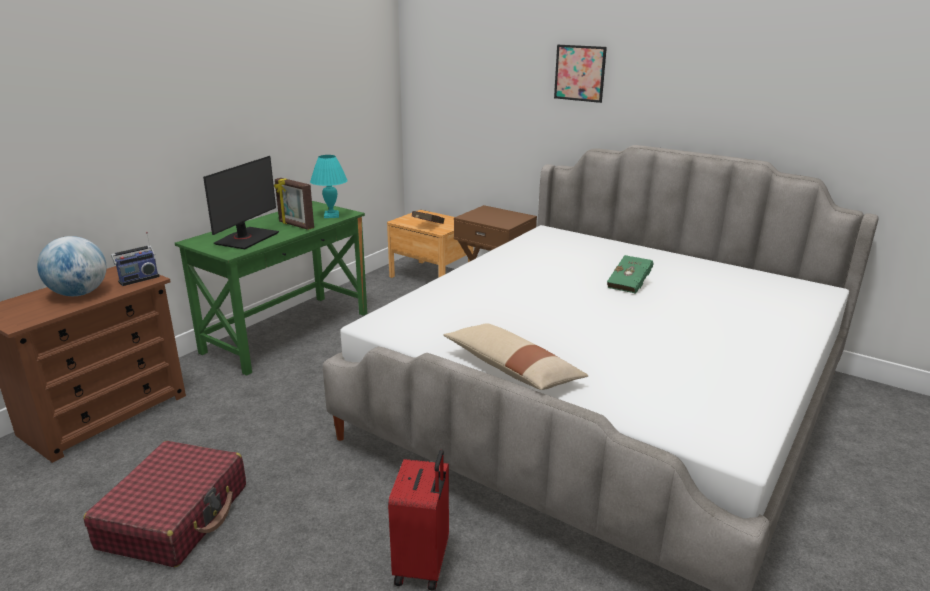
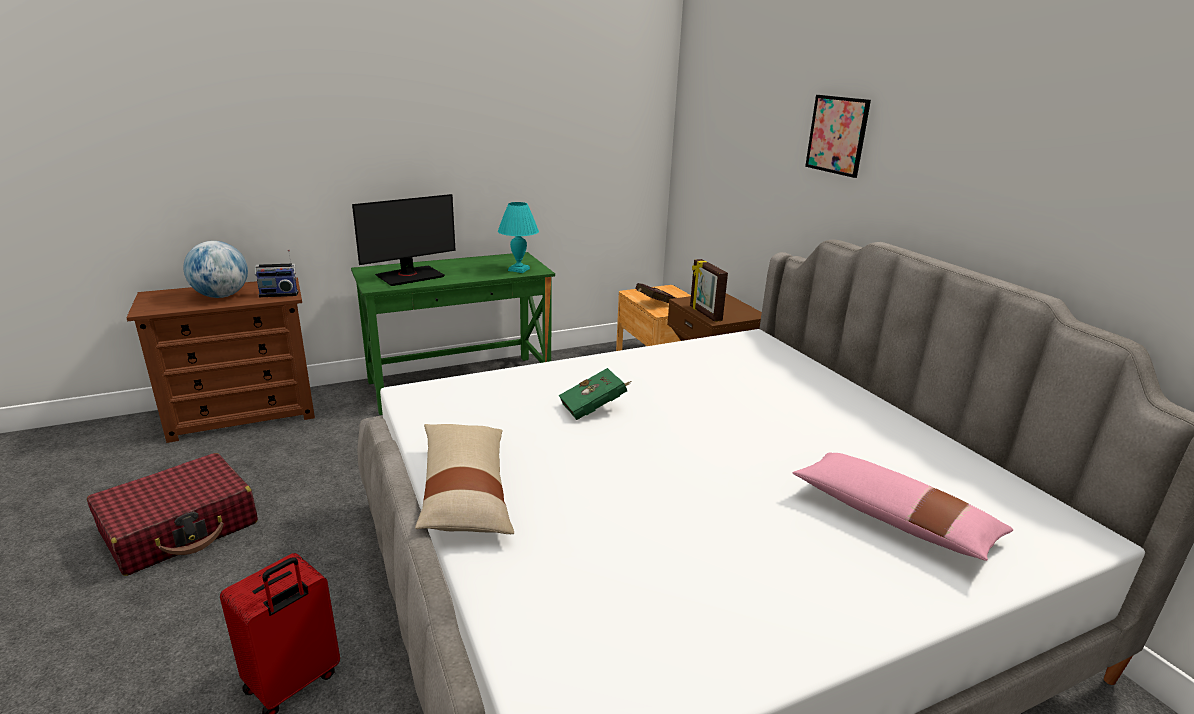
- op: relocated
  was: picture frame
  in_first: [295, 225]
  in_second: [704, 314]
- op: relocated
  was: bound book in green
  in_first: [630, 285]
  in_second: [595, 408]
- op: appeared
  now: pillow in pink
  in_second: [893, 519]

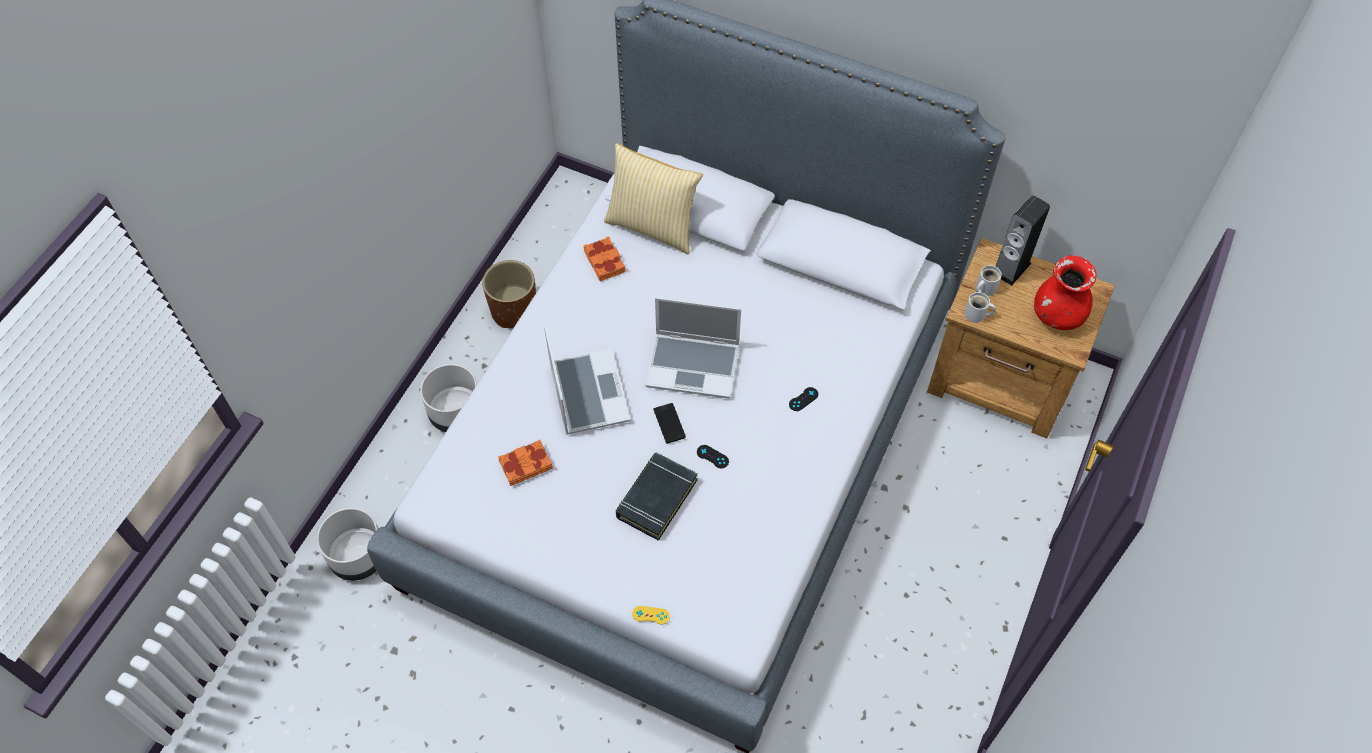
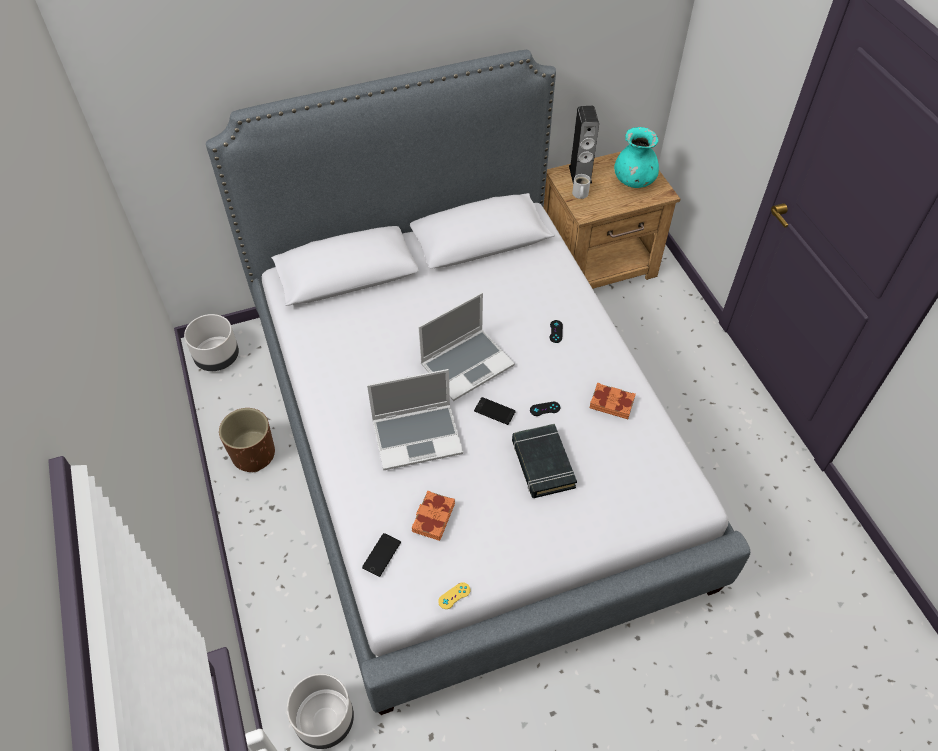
- op: relocated
  was: planter in greyish
  in_first: [456, 413]
  in_second: [217, 357]
- op: spun
  was: portable computer
  in_first: [587, 392]
  in_second: [418, 436]
  clockwise: 135
- op: relocated
  was: bound book in orange-coloured
  in_first: [605, 261]
  in_second: [611, 403]
- op: missing
  was: pillow
  in_first: [653, 226]
- op: relocated
  was: gamepad in yellowish
  in_first: [651, 615]
  in_second: [454, 596]
- op: missing
  was: mug in white
  in_first: [977, 315]
- op: colour
  was: flower vase in red
  now: flower vase in turquoise
  in_first: [1057, 315]
  in_second: [634, 181]
- op: appeared
  now: telephone
  in_second: [381, 555]

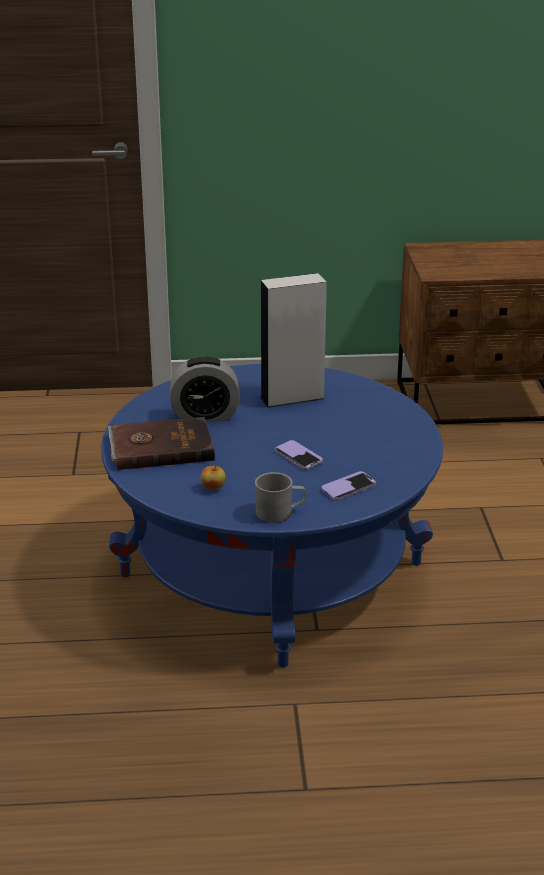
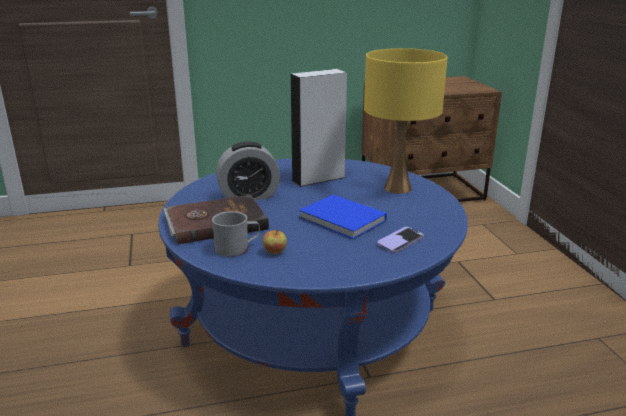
- op: relocated
  was: mug in greyish
  in_first: [280, 512]
  in_second: [237, 248]
- op: exchanged
  was: telephone
  now: bound book in bluish
  in_first: [298, 457]
  in_second: [343, 220]
- op: appeared
  now: table lamp in yellowish
  in_second: [397, 188]

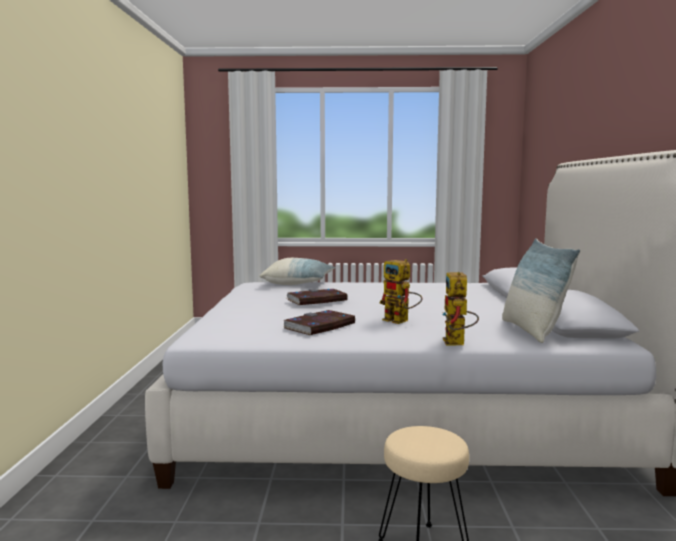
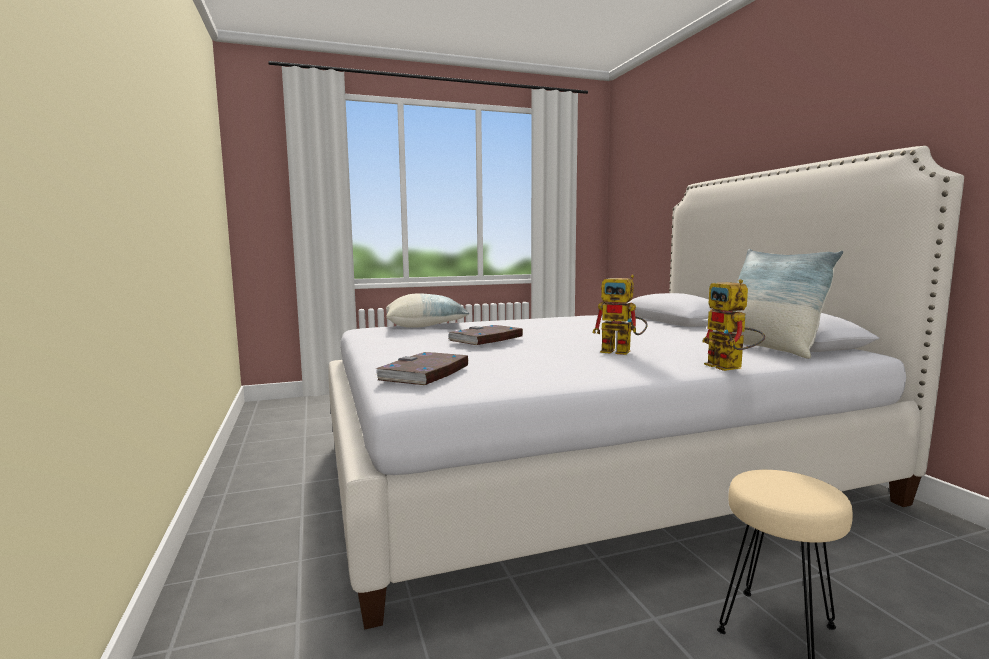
- op: relocated
  was: bound book
  in_first: [319, 326]
  in_second: [425, 373]

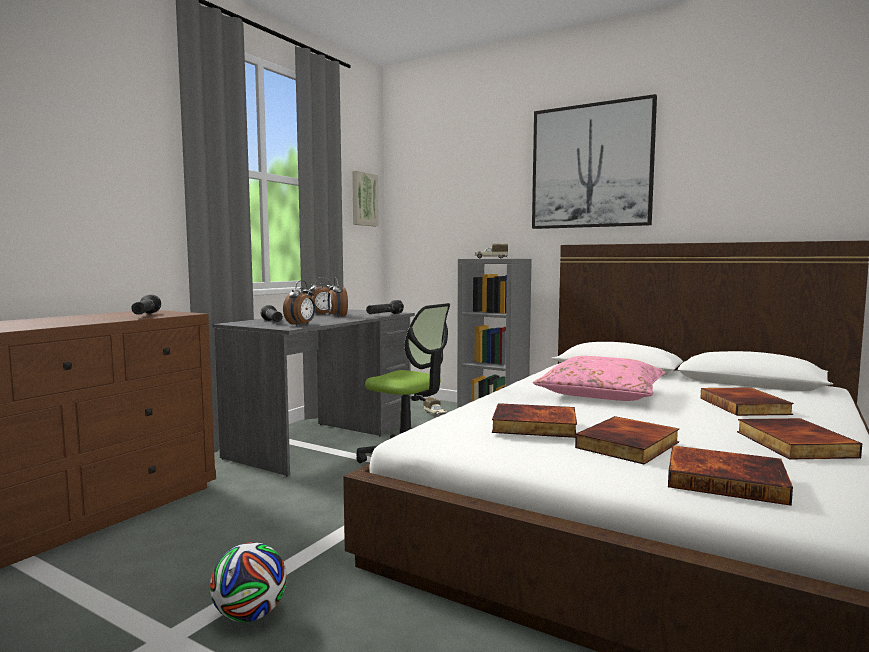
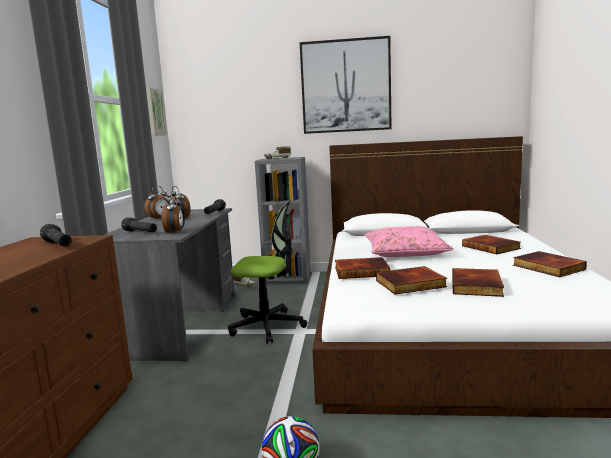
- op: relocated
  was: bound book
  in_first: [726, 480]
  in_second: [361, 271]

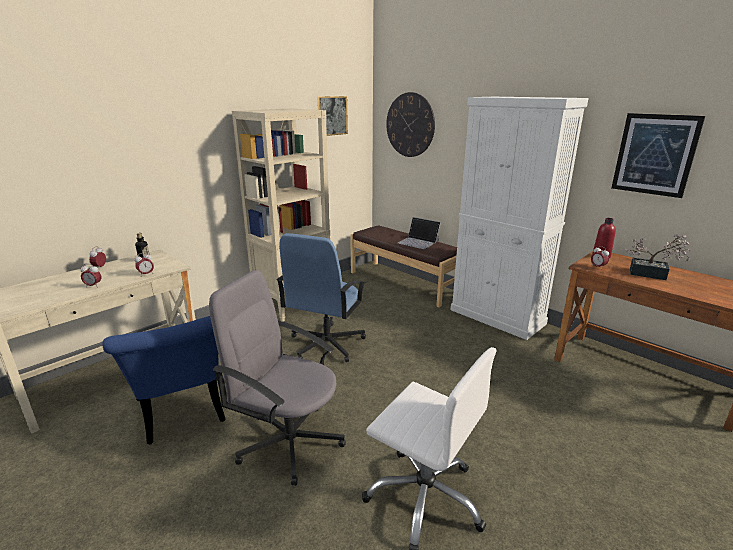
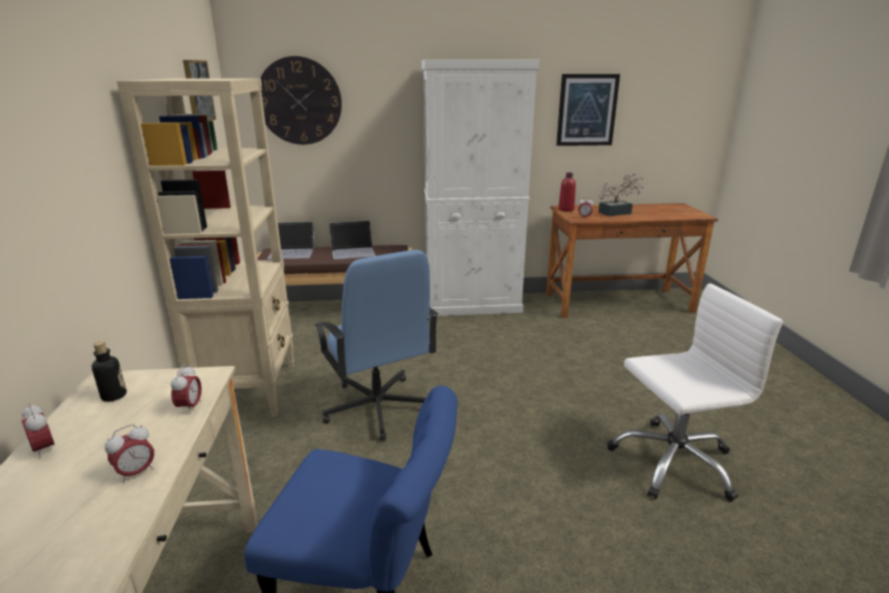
- op: missing
  was: computer chair in greyish
  in_first: [289, 441]
- op: appeared
  now: portable computer
  in_second: [292, 252]

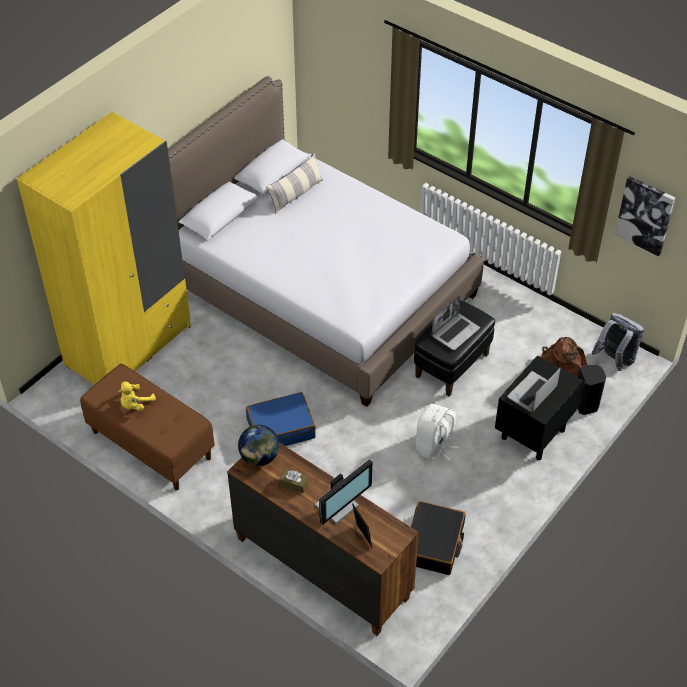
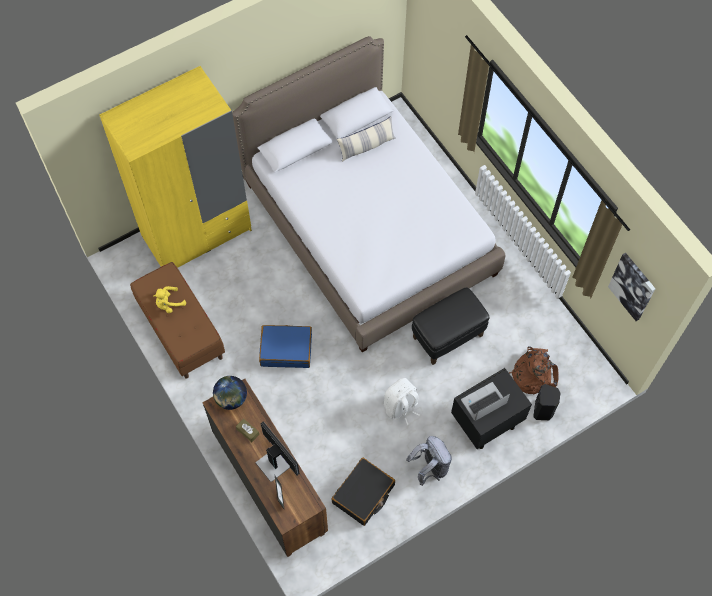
- op: spun
  was: monitor
  in_first: [338, 506]
  in_second: [274, 463]
  clockwise: -105
- op: missing
  was: portable computer
  in_first: [455, 332]
- op: relocated
  was: knapsack in greyish
  in_first: [615, 360]
  in_second: [430, 467]

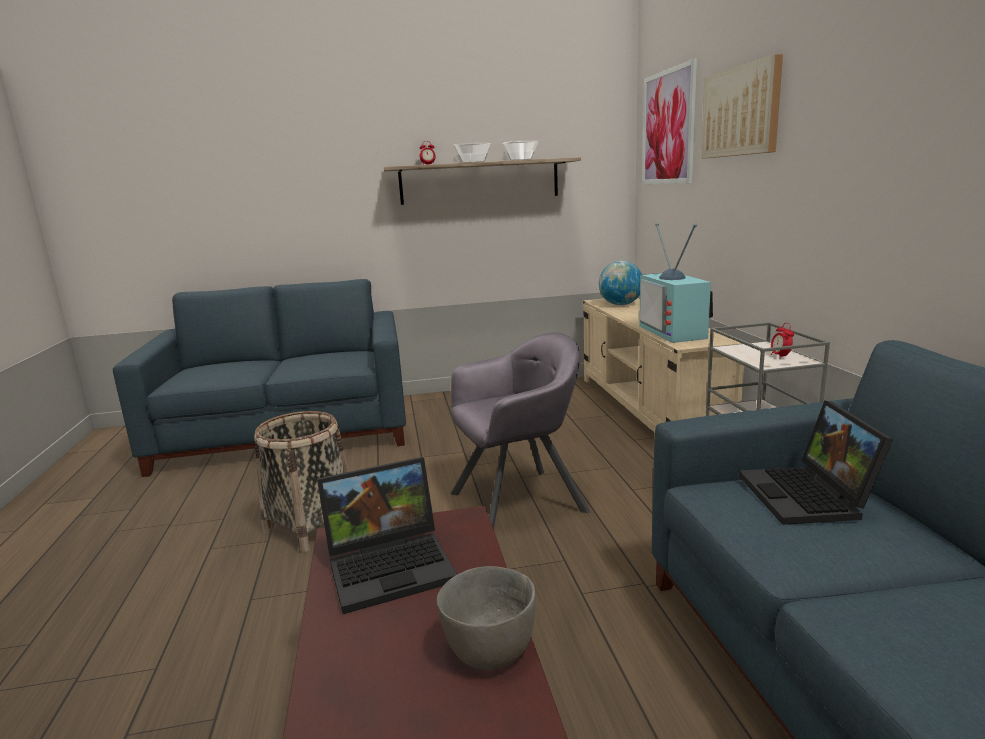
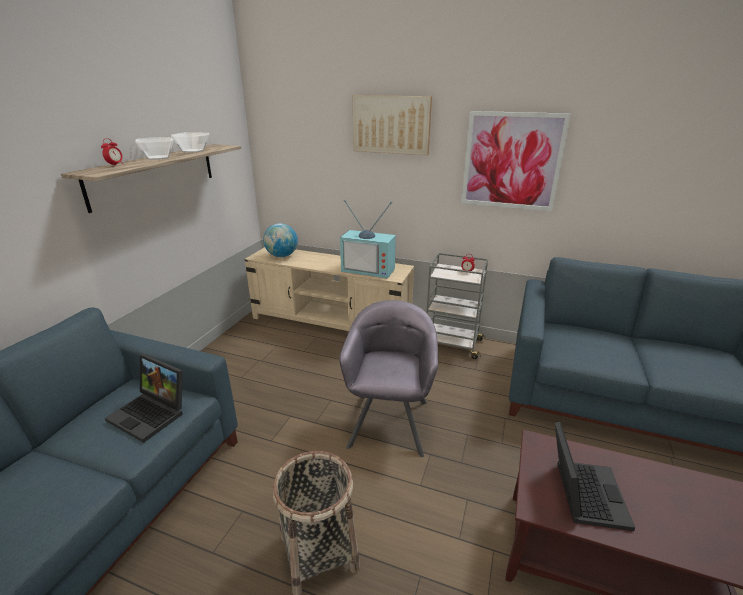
- op: missing
  was: bowl in greyish
  in_first: [488, 649]
- op: relocated
  was: wall picture
  in_first: [668, 128]
  in_second: [511, 161]
- op: relocated
  was: portable computer
  in_first: [809, 497]
  in_second: [152, 414]

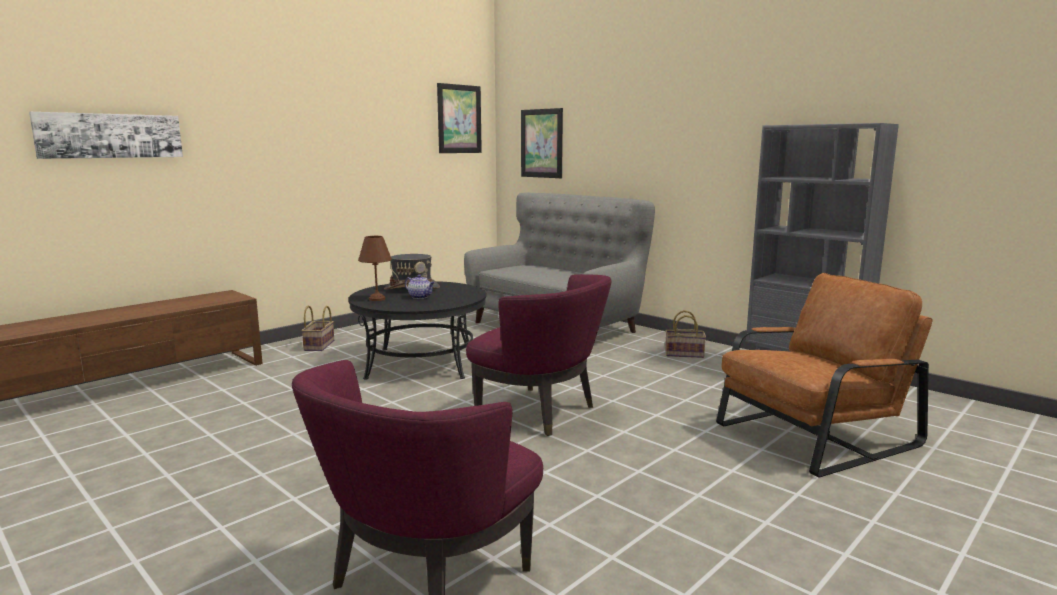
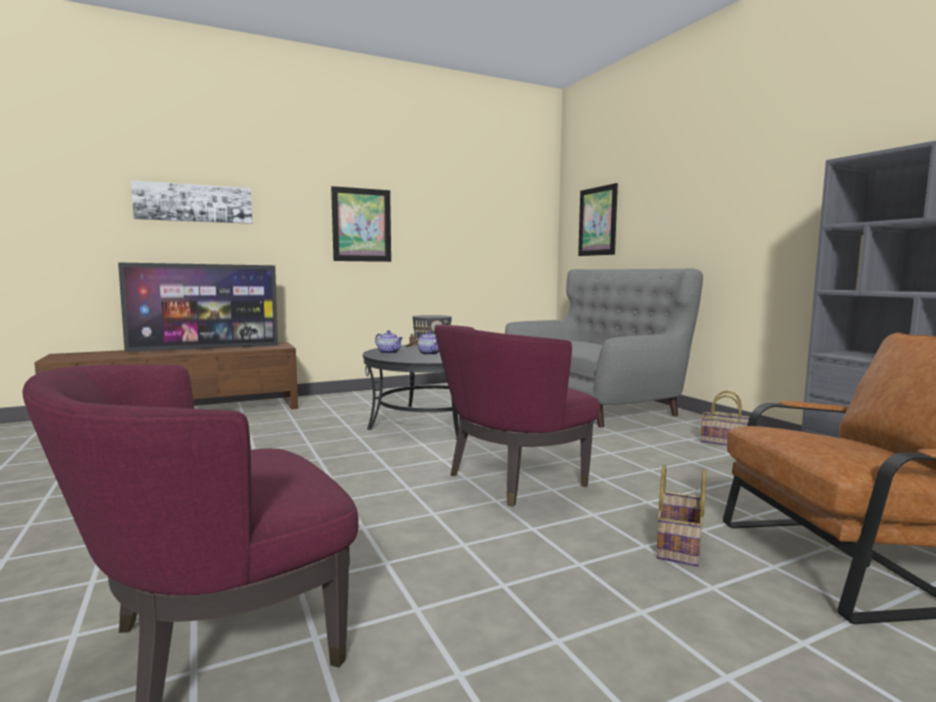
- op: relocated
  was: basket
  in_first: [319, 346]
  in_second: [680, 547]
- op: exchanged
  was: table lamp in brownish
  now: teapot
  in_first: [378, 299]
  in_second: [389, 353]
- op: relocated
  was: wall picture
  in_first: [459, 119]
  in_second: [361, 225]
- op: spun
  was: easy chair in purplish
  in_first: [541, 412]
  in_second: [511, 480]
  clockwise: 90
- op: appeared
  now: TV set
  in_second: [206, 348]

